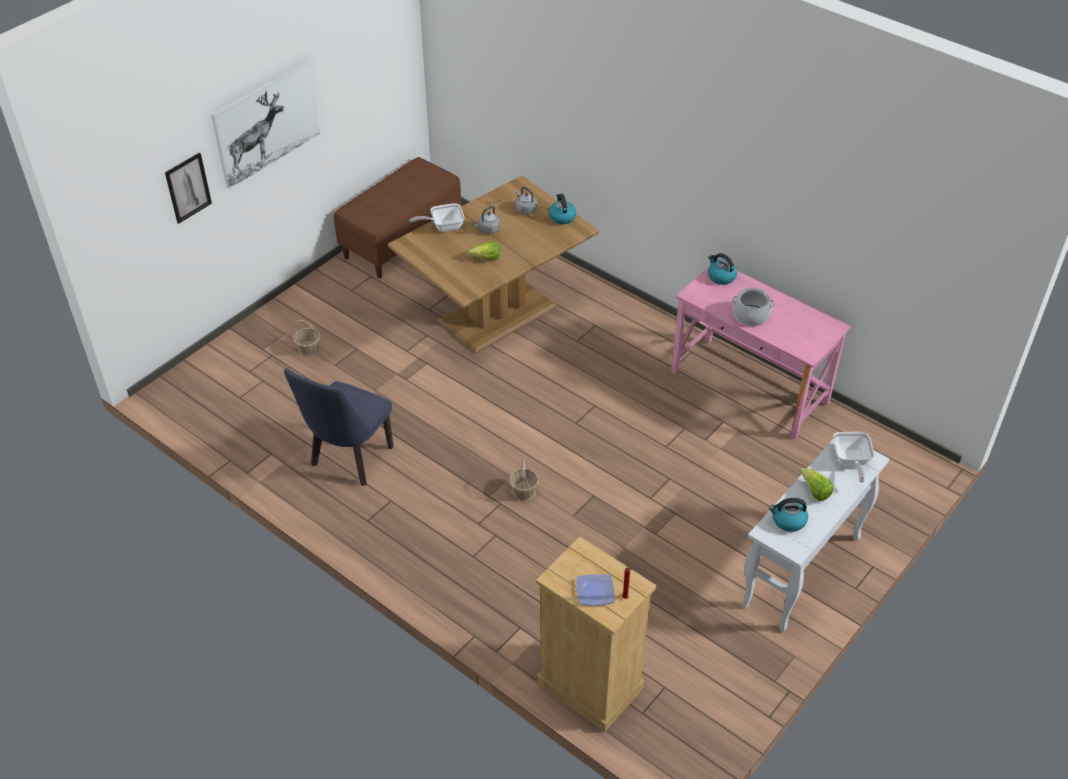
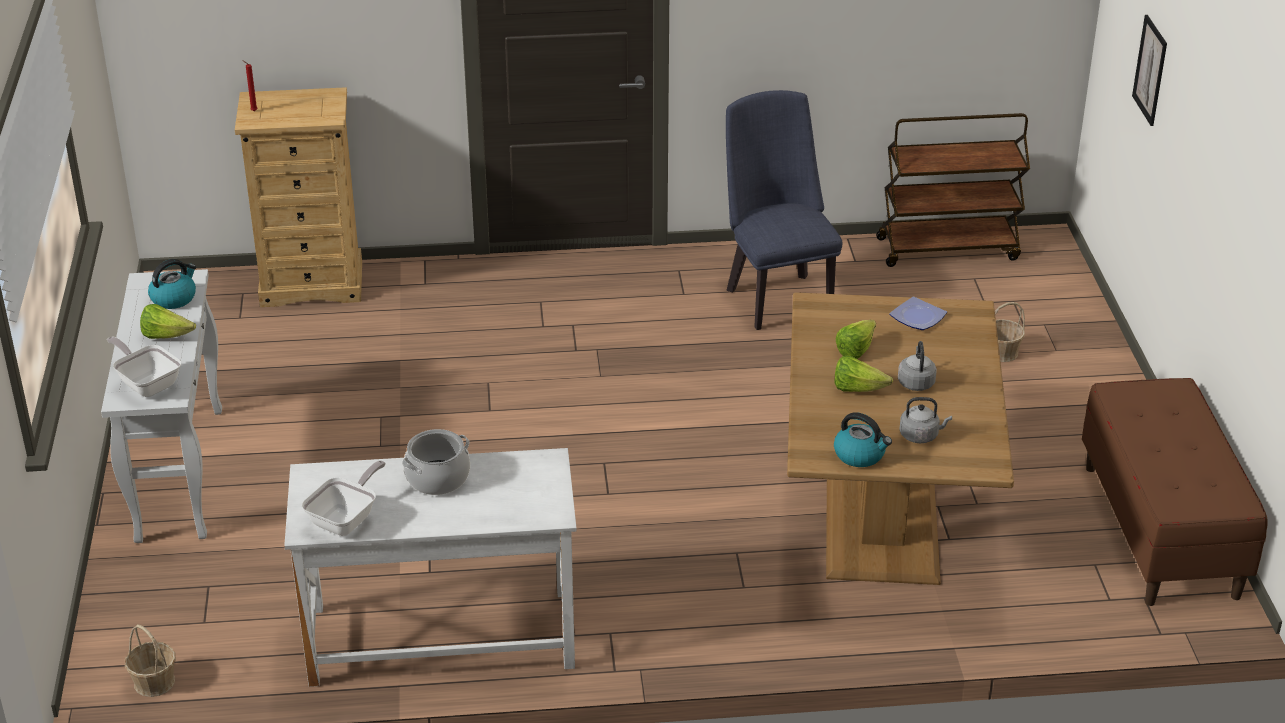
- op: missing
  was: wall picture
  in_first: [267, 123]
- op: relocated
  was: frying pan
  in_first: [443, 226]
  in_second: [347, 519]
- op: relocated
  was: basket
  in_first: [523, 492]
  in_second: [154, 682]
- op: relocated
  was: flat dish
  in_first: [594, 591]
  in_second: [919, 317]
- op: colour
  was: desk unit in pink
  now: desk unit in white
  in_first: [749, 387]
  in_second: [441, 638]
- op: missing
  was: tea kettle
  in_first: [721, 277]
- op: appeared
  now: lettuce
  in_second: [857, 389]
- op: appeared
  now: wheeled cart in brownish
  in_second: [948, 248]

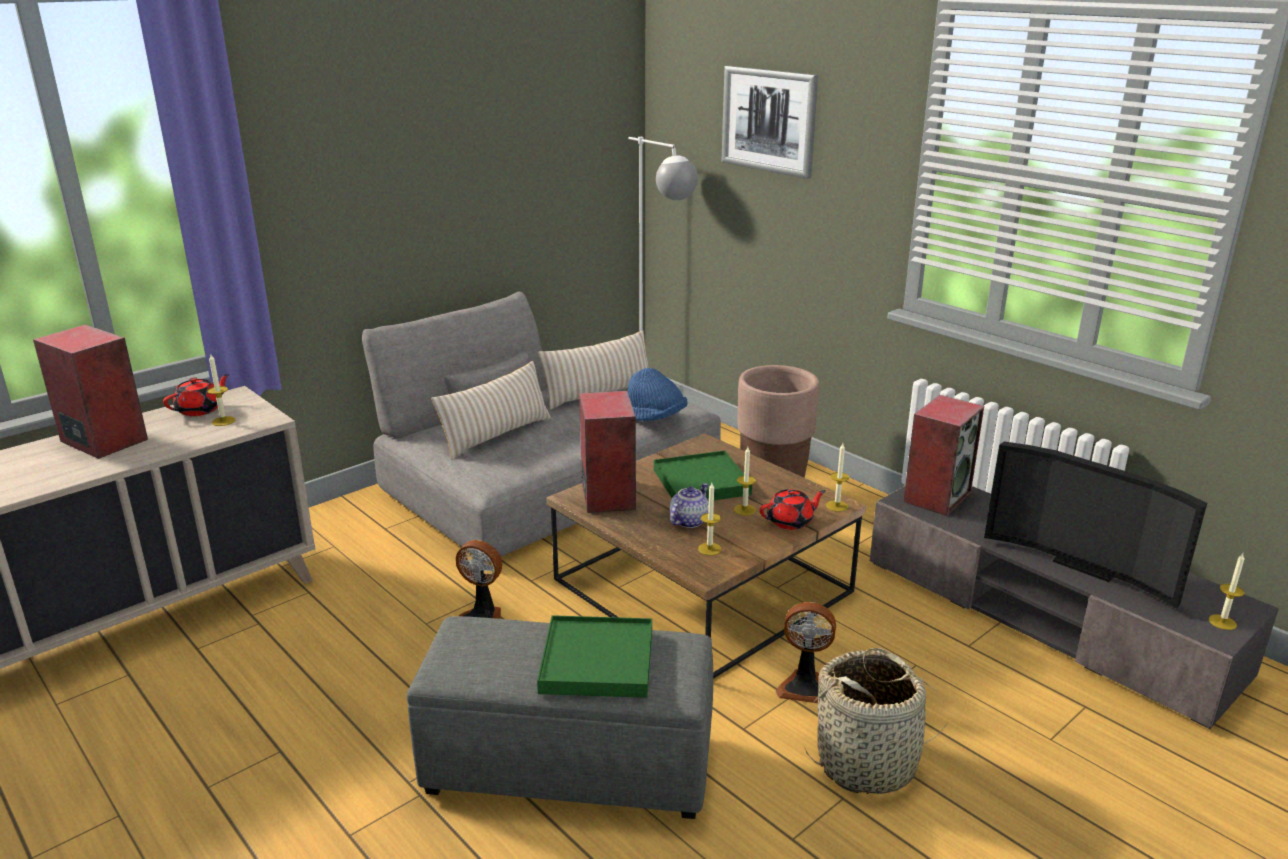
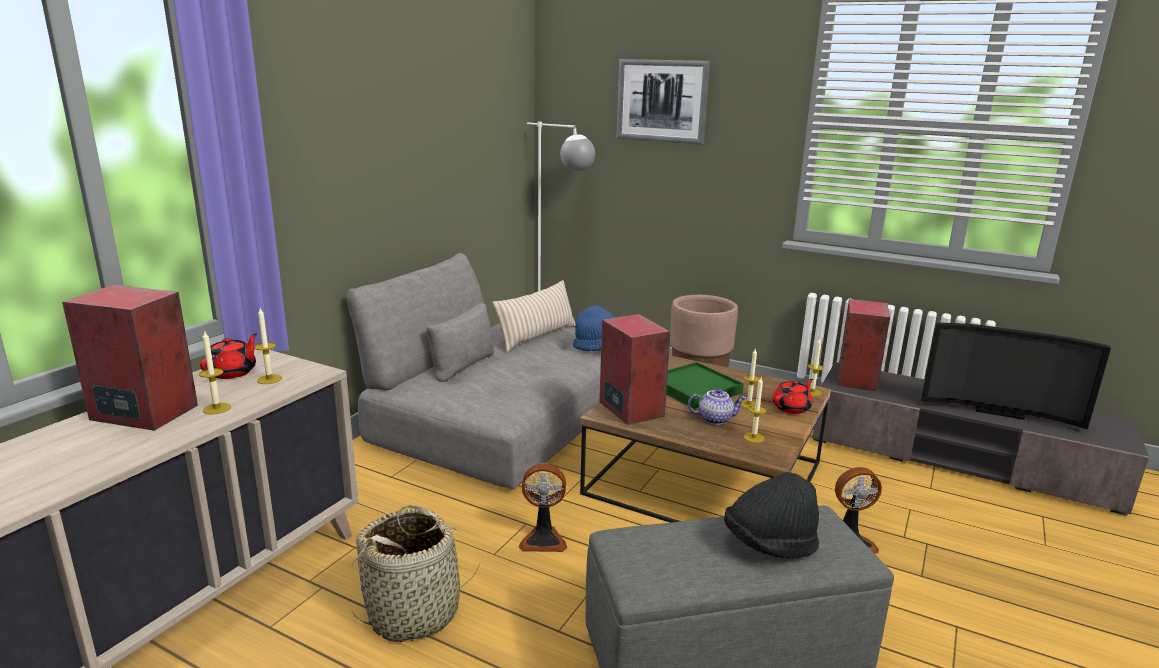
- op: missing
  was: pillow in beige
  in_first: [496, 435]
- op: exchanged
  was: tray in green
  now: hat in black
  in_first: [597, 661]
  in_second: [769, 544]
- op: spun
  was: teapot
  in_first: [688, 521]
  in_second: [715, 419]
  clockwise: 75
- op: relocated
  was: basket
  in_first: [867, 762]
  in_second: [415, 612]
- op: relocated
  was: candle
  in_first: [1222, 622]
  in_second: [217, 408]

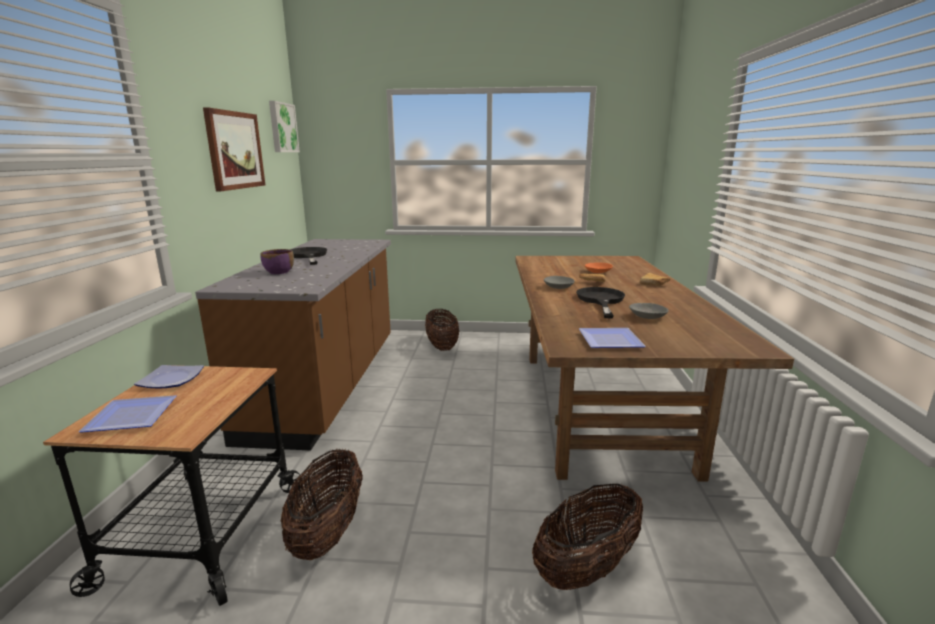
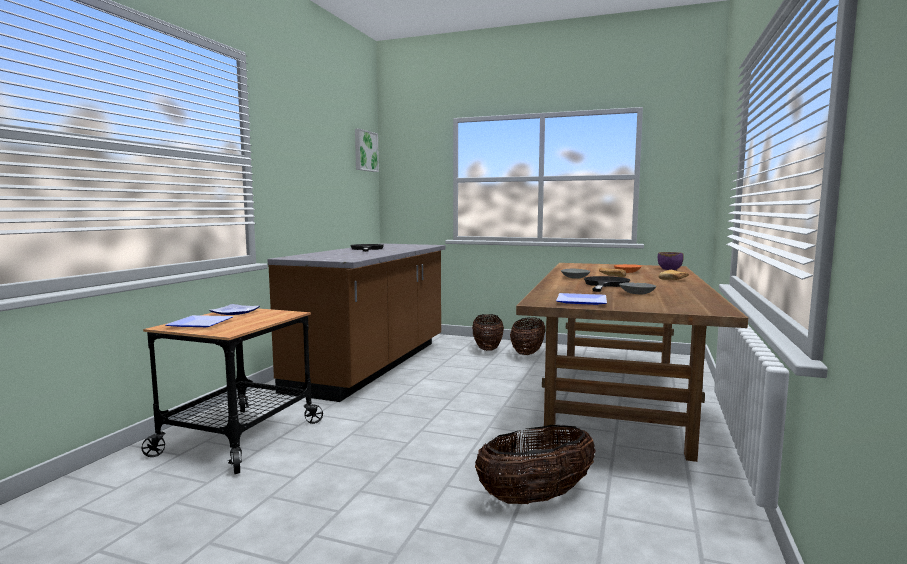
- op: missing
  was: wall picture
  in_first: [234, 150]
- op: relocated
  was: bowl in purplish
  in_first: [279, 272]
  in_second: [669, 269]
- op: relocated
  was: basket
  in_first: [328, 532]
  in_second: [527, 353]

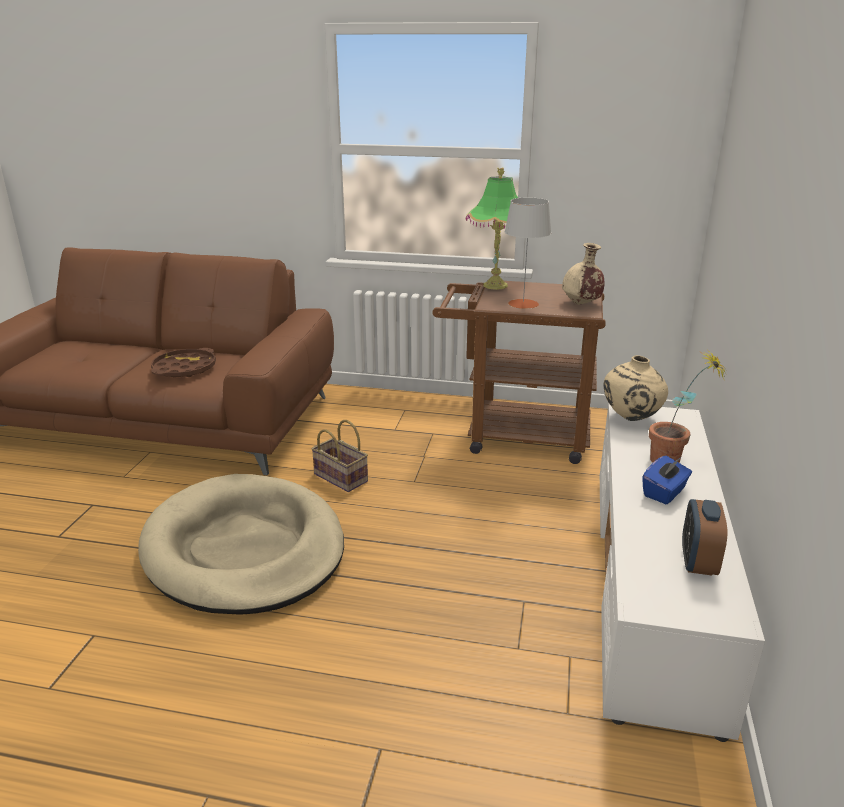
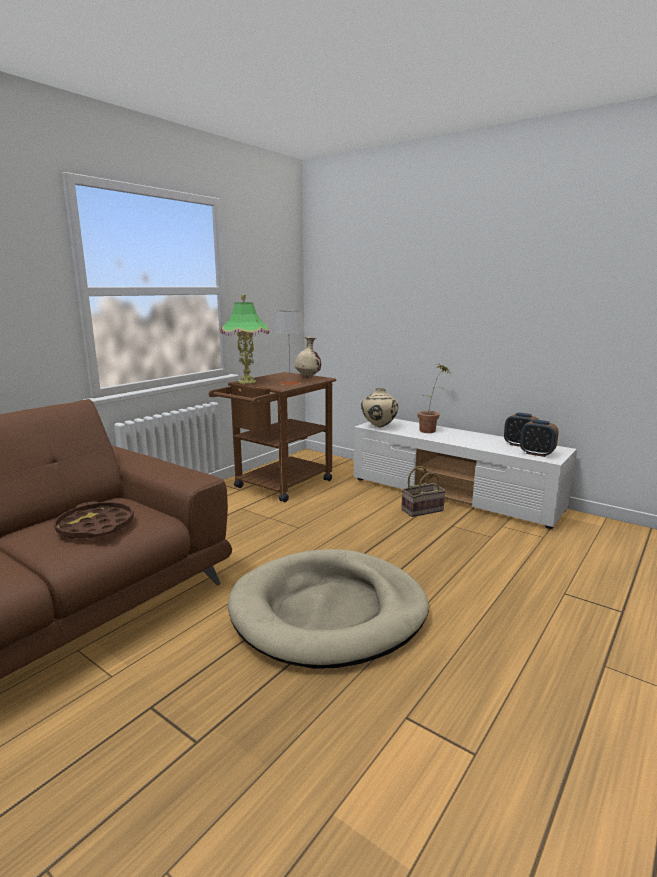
- op: relocated
  was: basket
  in_first: [342, 478]
  in_second: [422, 509]
- op: missing
  was: box of tissues in bluish
  in_first: [664, 492]
- op: appeared
  now: table clock
  in_second: [537, 453]

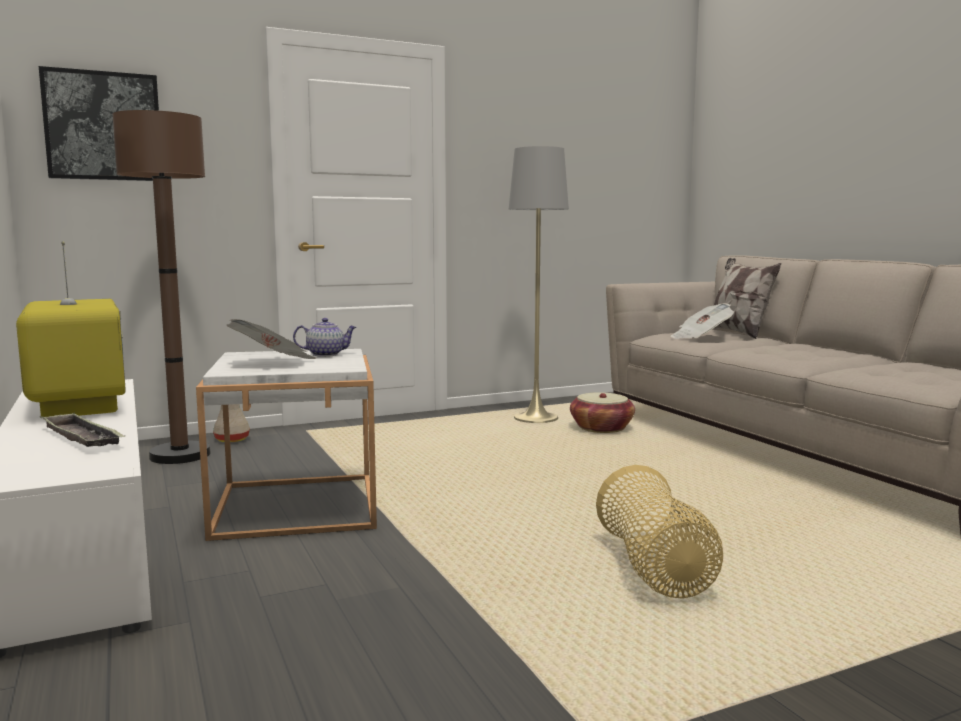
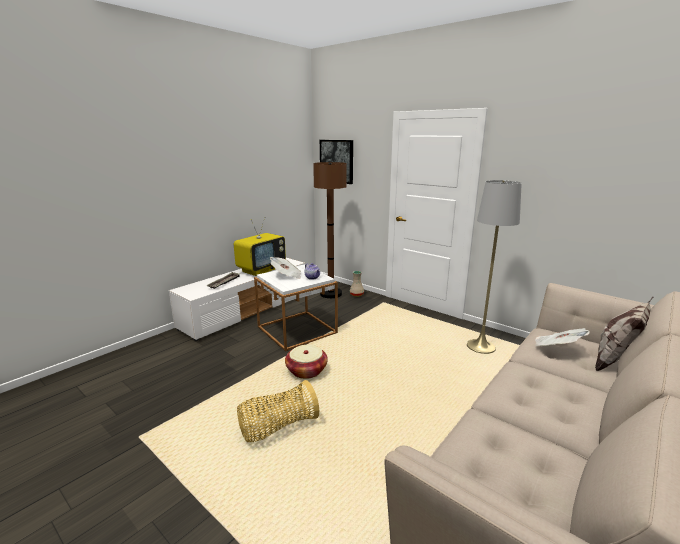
- op: relocated
  was: basket
  in_first: [601, 428]
  in_second: [306, 371]

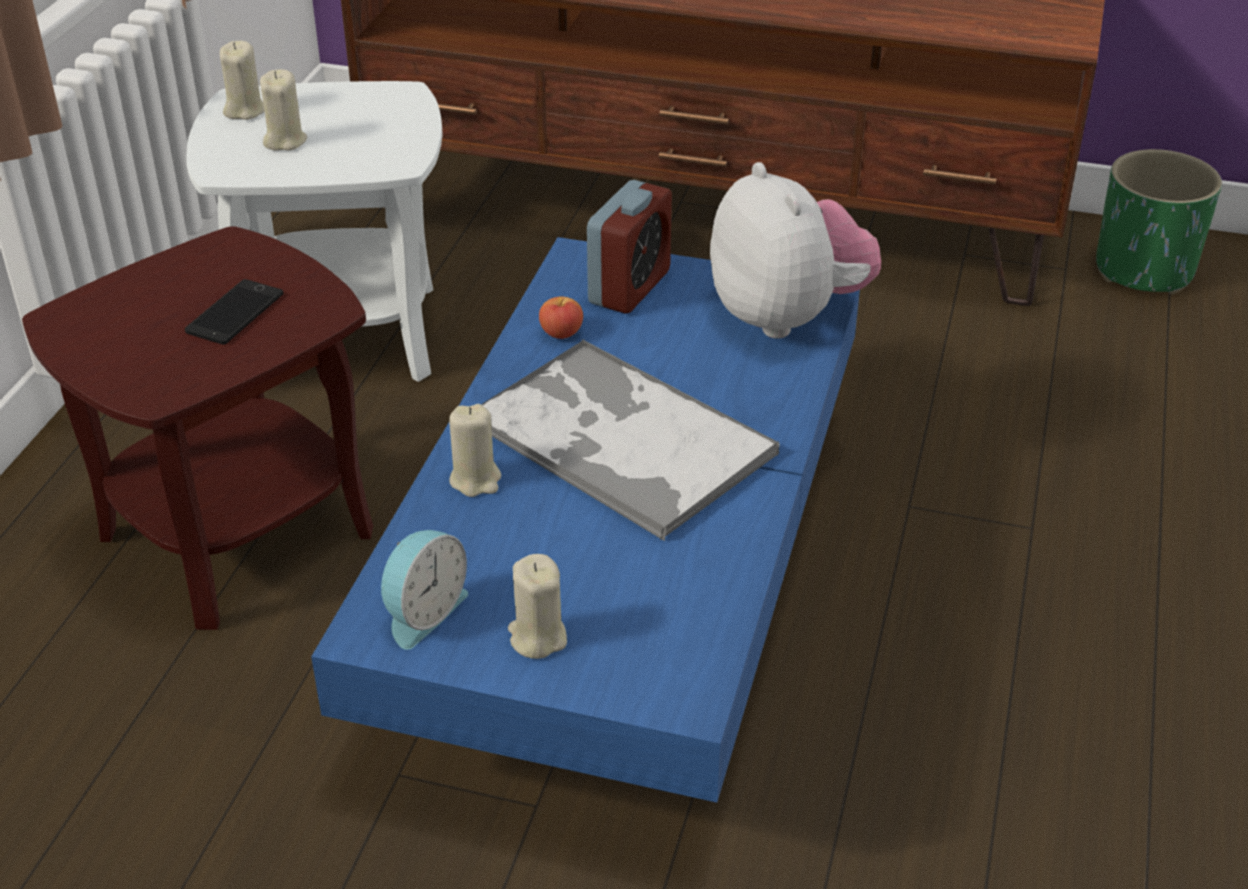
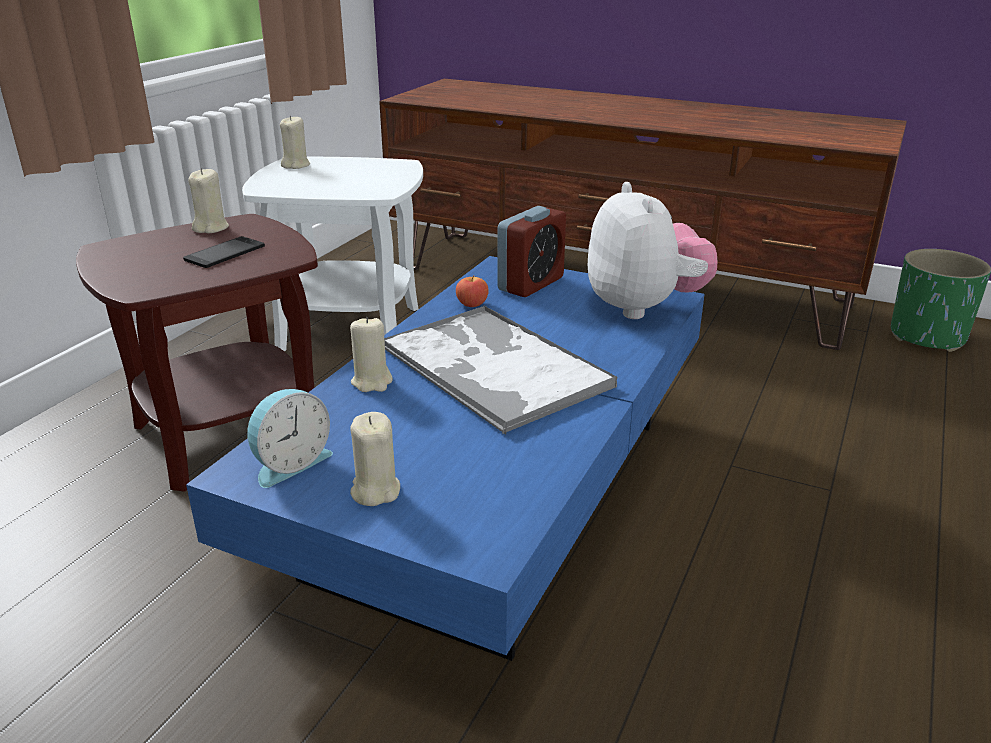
- op: relocated
  was: candle in beige
  in_first: [285, 141]
  in_second: [211, 228]

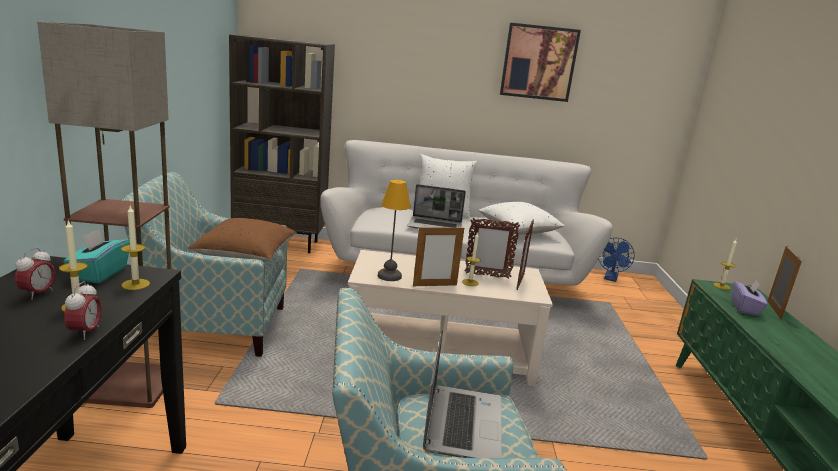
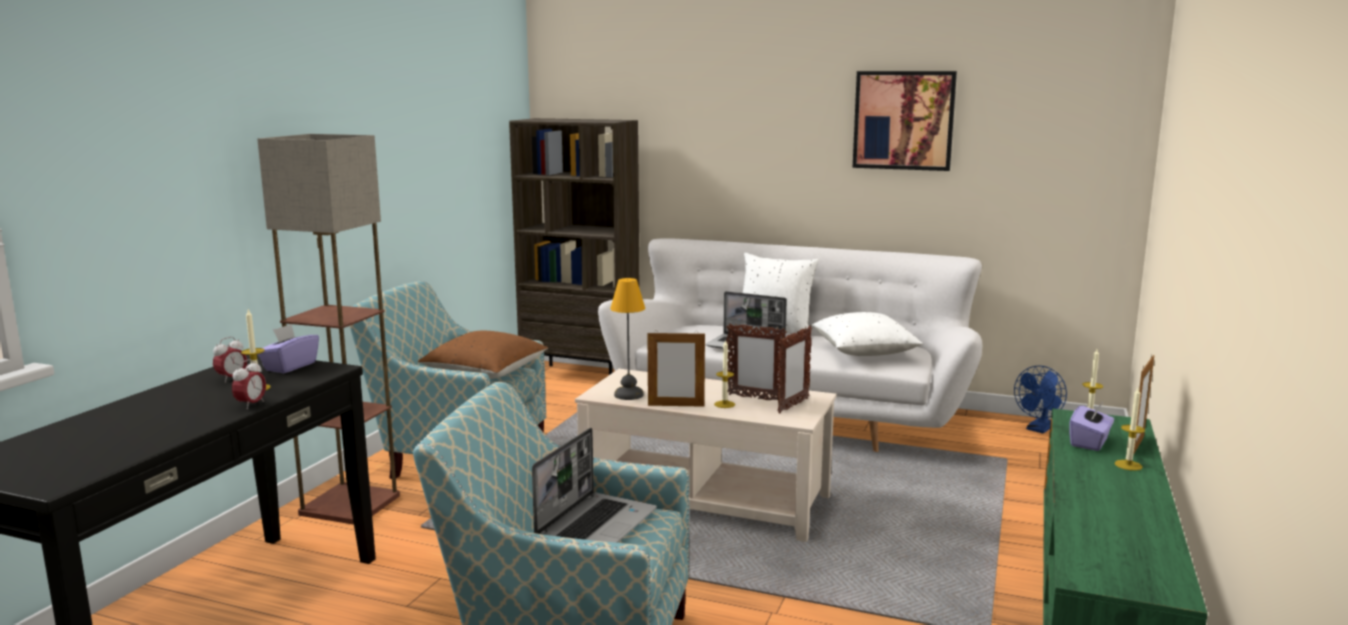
- op: colour
  was: box of tissues in turquoise
  now: box of tissues in purplish
  in_first: [99, 273]
  in_second: [290, 366]
- op: relocated
  was: candle
  in_first: [135, 284]
  in_second: [1128, 465]

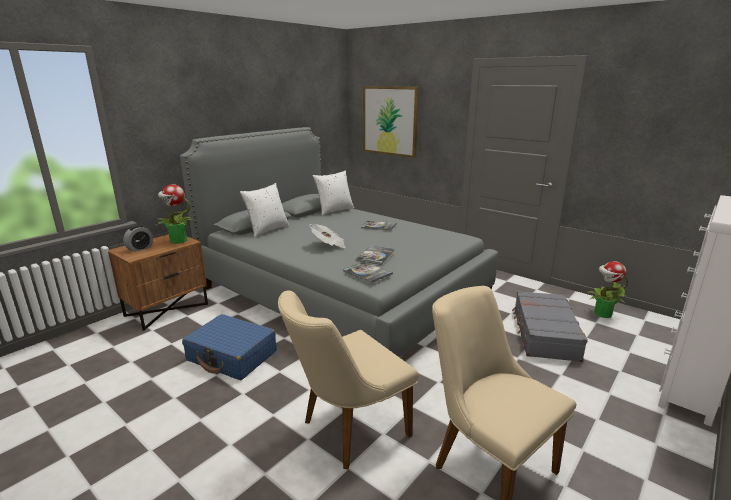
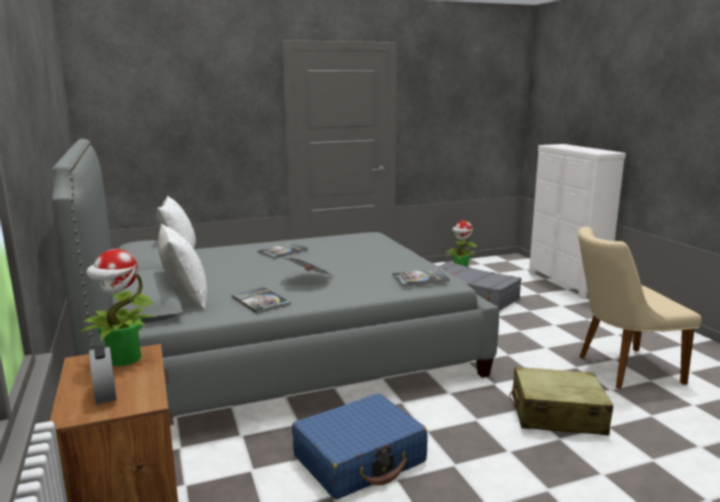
- op: exchanged
  was: upright chair in beige
  now: travel case in beige
  in_first: [347, 431]
  in_second: [556, 415]
- op: relocated
  was: bound book
  in_first: [375, 255]
  in_second: [260, 301]
- op: missing
  was: wall picture
  in_first: [390, 121]

